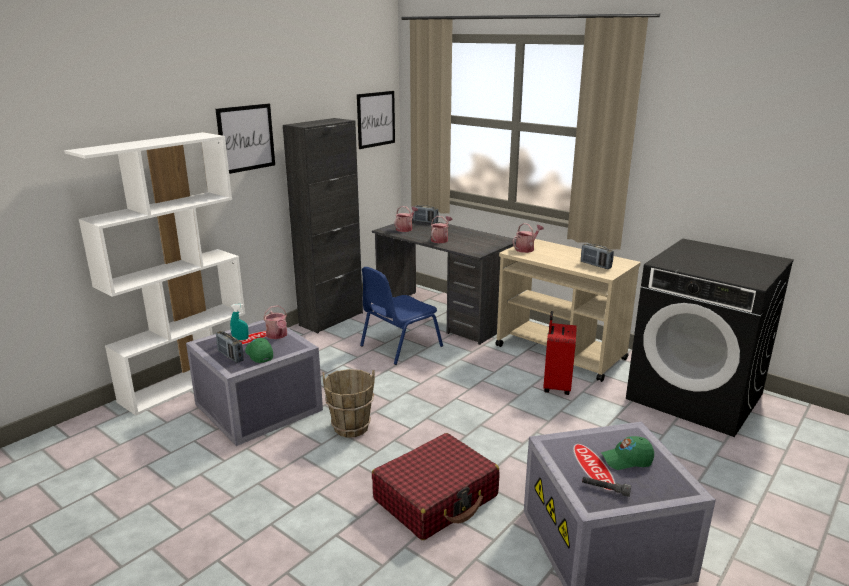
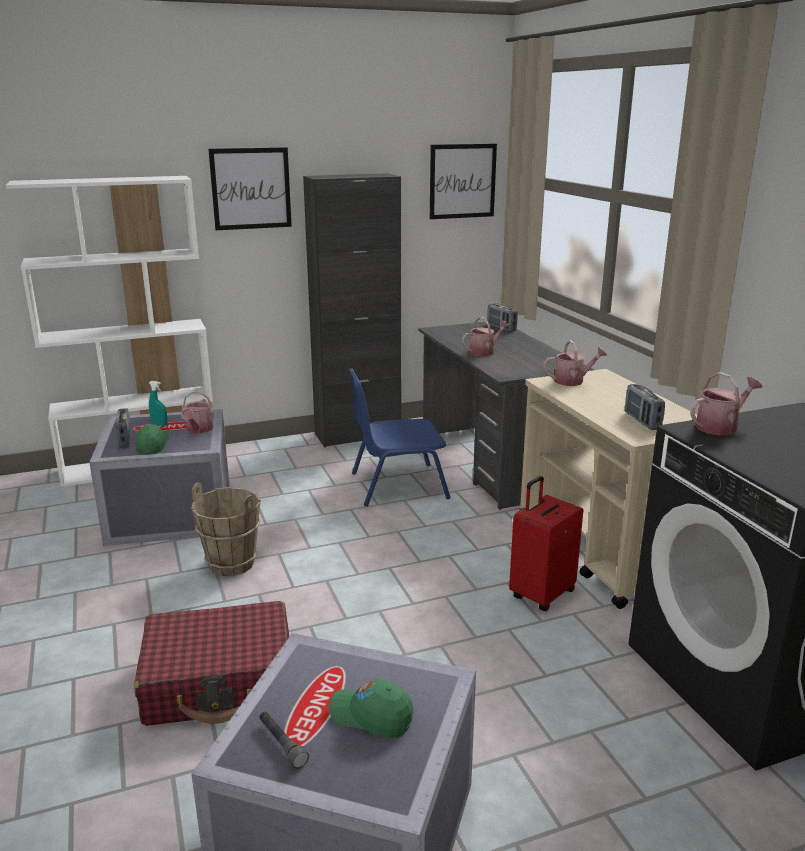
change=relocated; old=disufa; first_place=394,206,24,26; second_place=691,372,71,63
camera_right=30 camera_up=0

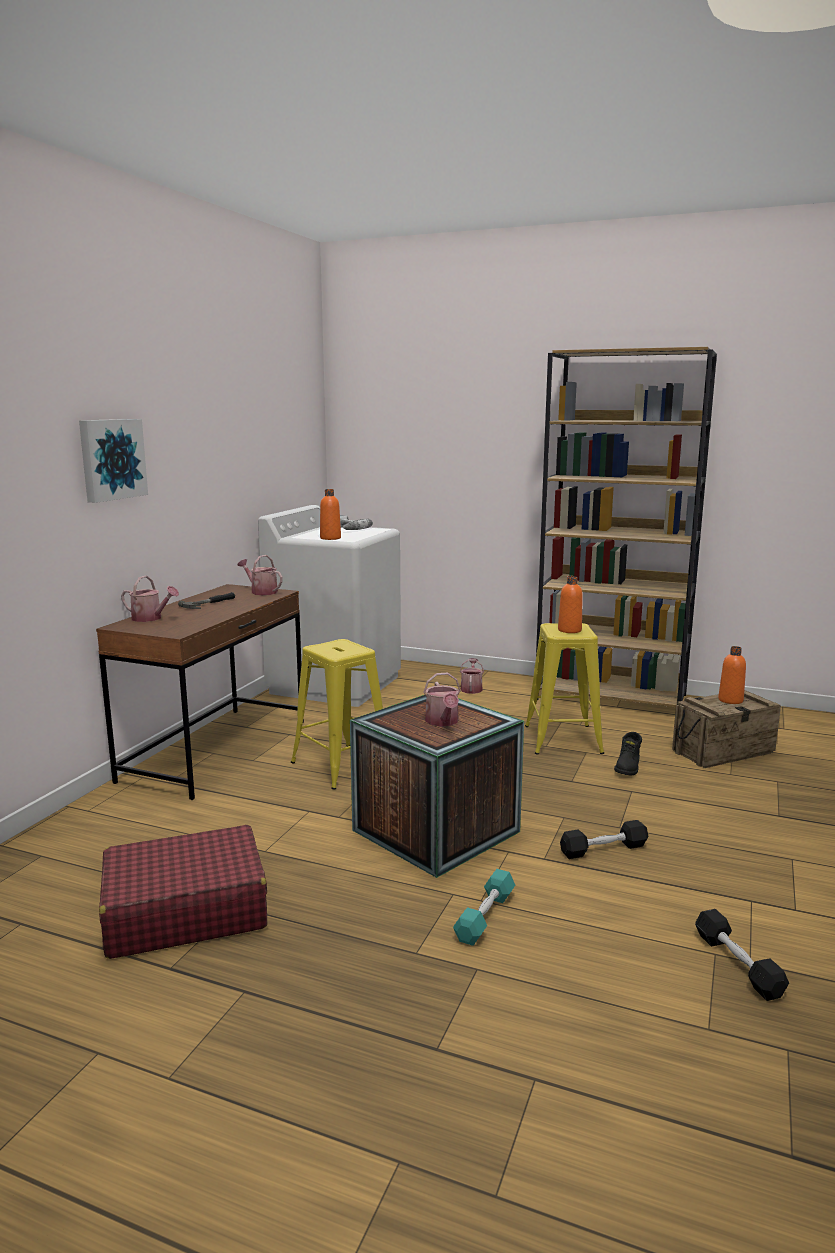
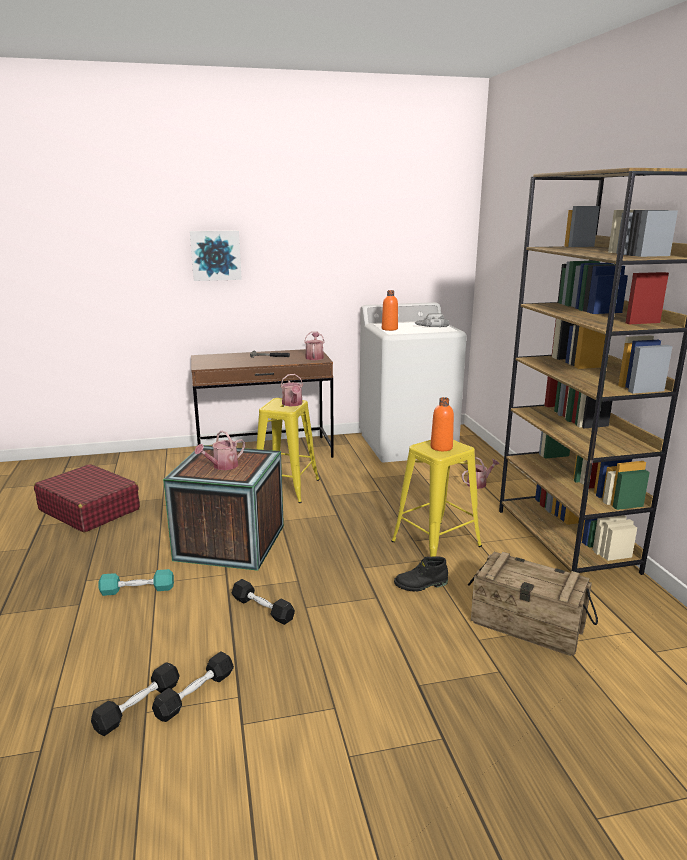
change=relocated; old=disufa; first_place=121,576,58,46; second_place=280,374,23,32
change=missing; old=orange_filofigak; first_place=718,646,28,58
change=appeared; new=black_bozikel; second_place=152,651,82,71
camera_right=55 camera_up=5

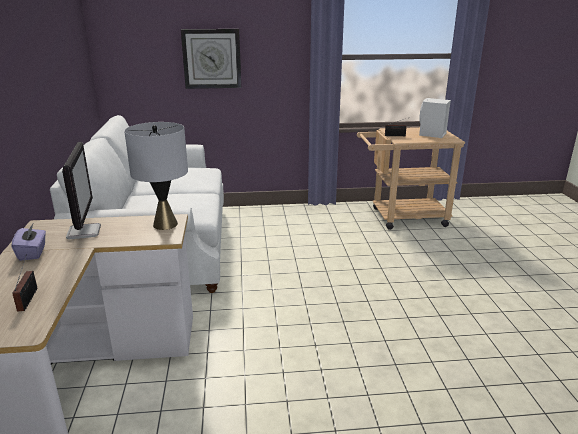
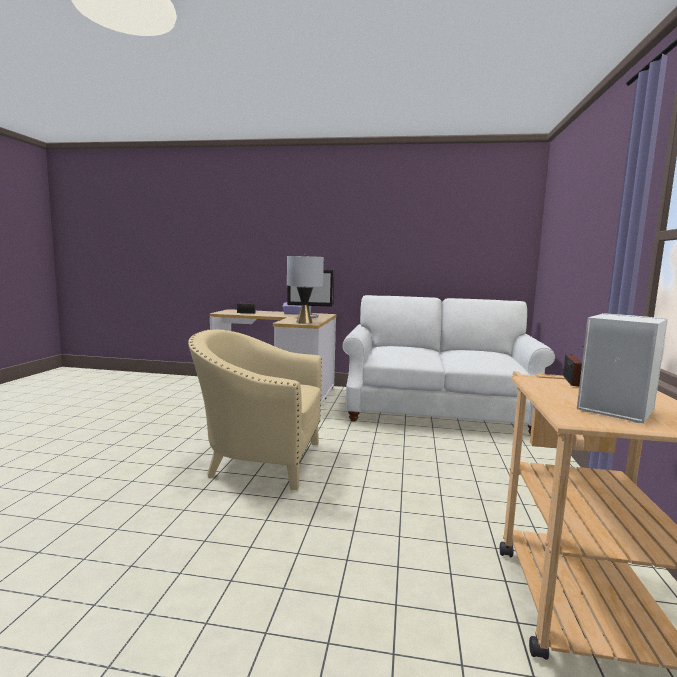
change=missing; old=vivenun; first_place=181,29,60,60
change=appeared; new=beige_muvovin; second_place=188,329,134,161
camera_right=105 camera_up=-15

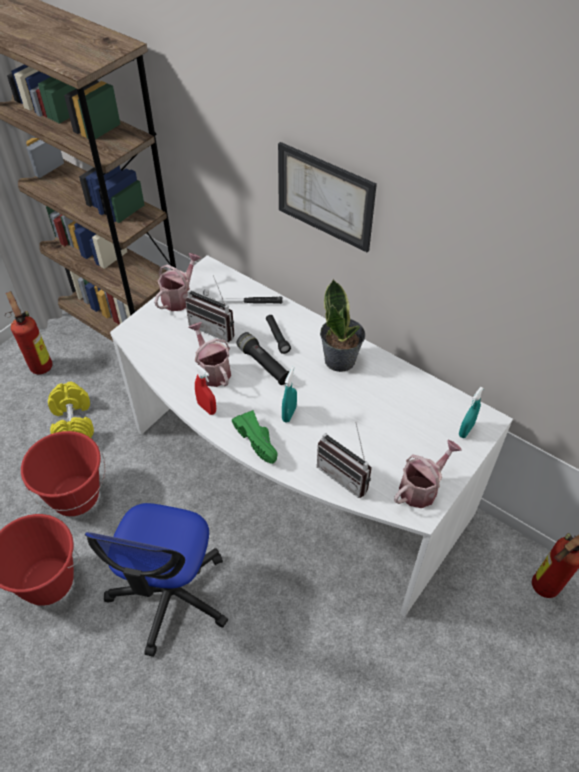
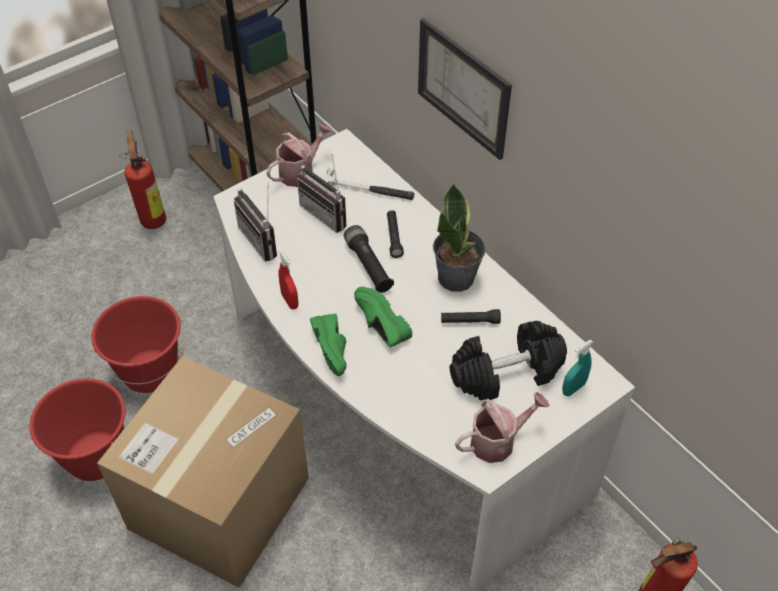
change=missing; old=yellow_bozikel; first_place=48,382,46,56
change=exchanged; old=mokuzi; new=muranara; first_place=85,503,143,154; second_place=97,356,212,232
change=missing; old=disufa; first_place=189,322,42,65
change=exchanged; old=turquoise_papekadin; new=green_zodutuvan; first_place=282,367,15,56; second_place=354,287,58,60
change=relocated; old=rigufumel; first_place=317,422,55,76; second_place=234,182,43,79
change=appeared; new=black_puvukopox; second_place=441,309,60,15
change=appeared; new=black_bozikel; second_place=450,321,117,79
camera_right=15 camera_up=0

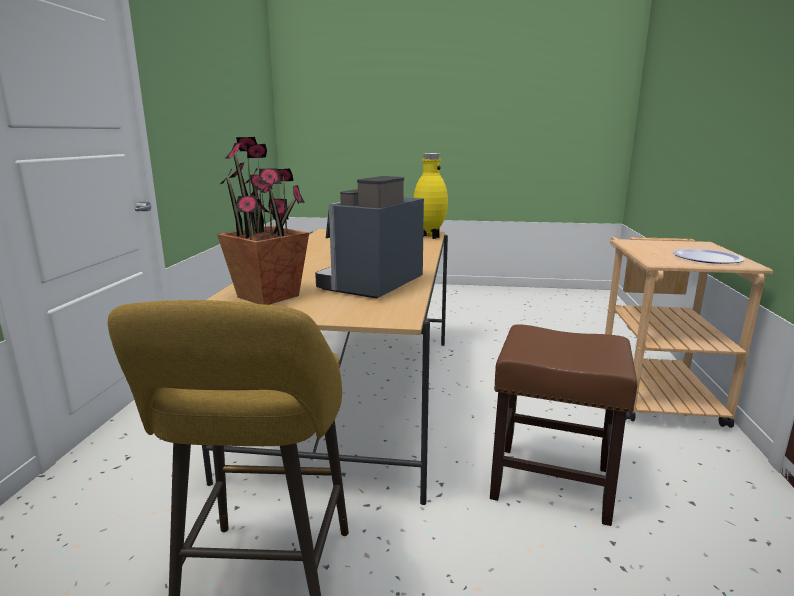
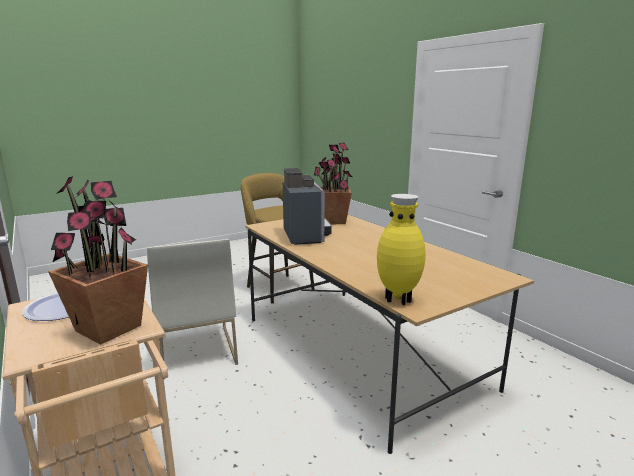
change=exchanged; old=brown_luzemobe; new=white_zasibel; first_place=490,324,147,202; second_place=147,239,91,140
change=appeared; new=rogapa; second_place=48,176,100,168
camera_right=140 camera_up=0

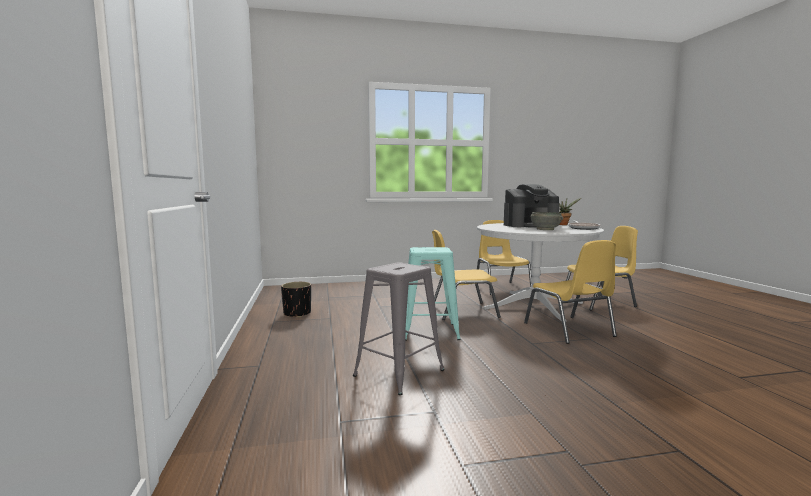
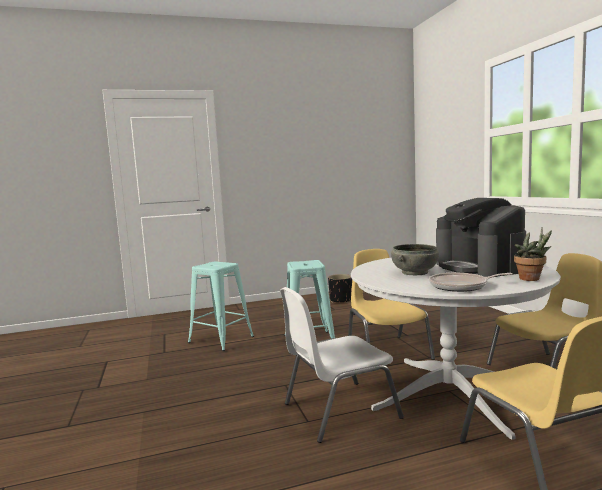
change=colour; old=grey_luzemobe; new=turquoise_luzemobe; first_place=353,263,91,132; second_place=188,262,66,89
change=colour; old=yellow_zasibel; new=white_zasibel; first_place=524,240,93,104; second_place=280,287,124,156
camera_right=85 camera_up=0

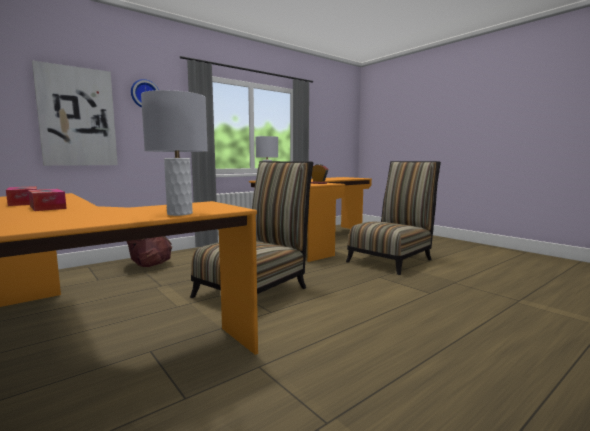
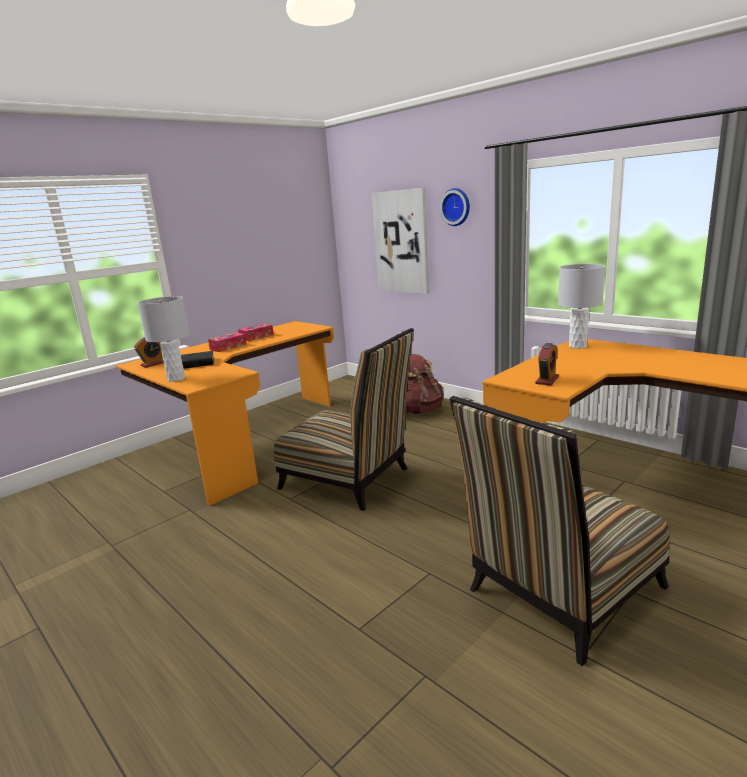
change=spun; old=zasibel; first_place=346,161,95,114; second_place=450,396,220,270; degrees=105
change=appeared; new=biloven; second_place=134,337,30,31
change=appeared; new=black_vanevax; second_place=181,351,33,18
camera_right=85 camera_up=10

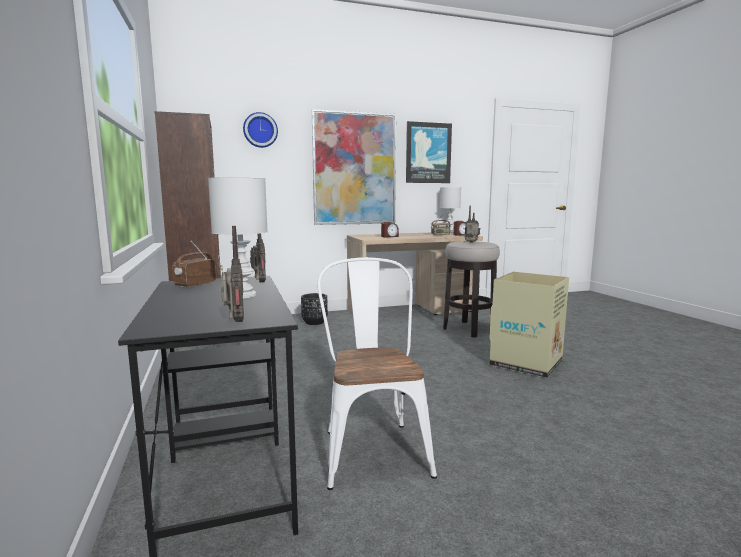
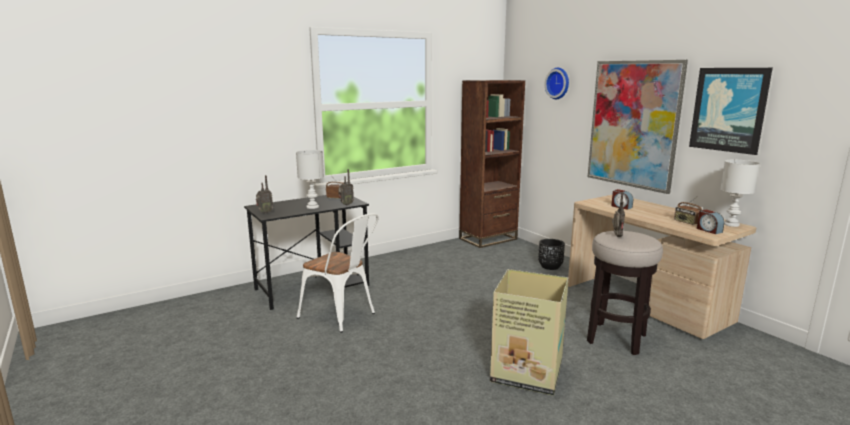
change=spun; old=white_zasibel; first_place=317,257,120,233; second_place=297,213,81,120; degrees=60
camera_right=75 camera_up=5

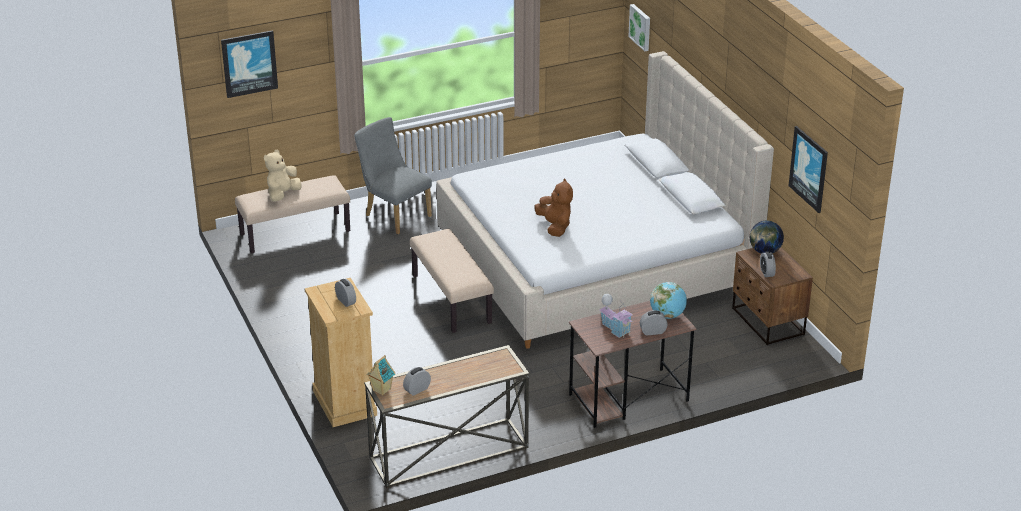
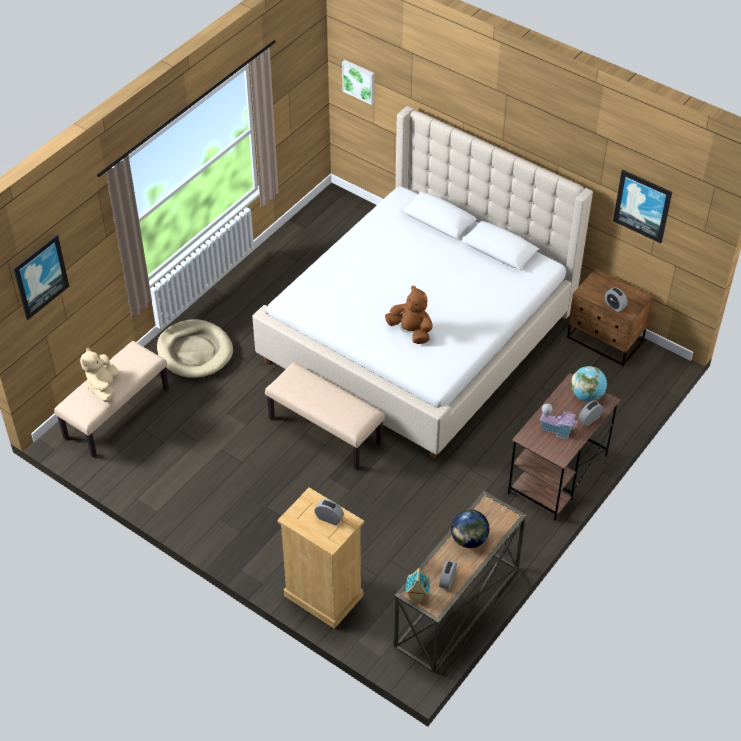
change=exchanged; old=grey_zasibel; new=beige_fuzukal; first_place=354,117,78,117; second_place=157,319,76,60
change=relocated; old=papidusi; first_place=750,220,34,34; second_place=451,509,38,39
camera_right=-30 camera_up=15

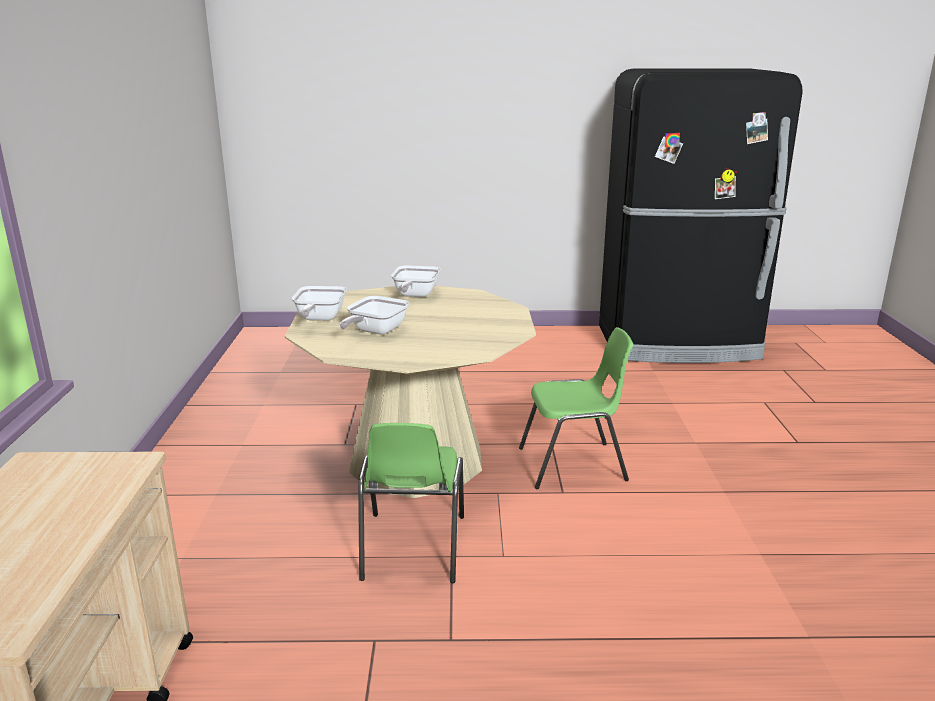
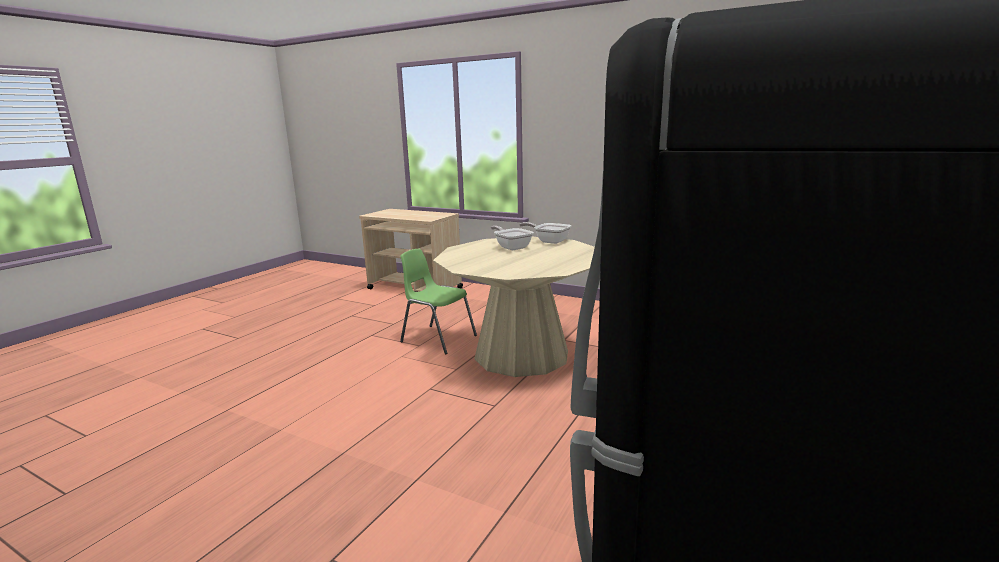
change=missing; old=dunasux; first_place=391,265,49,32
change=missing; old=green_zasibel; first_place=519,327,114,162
camera_right=120 camera_up=-5

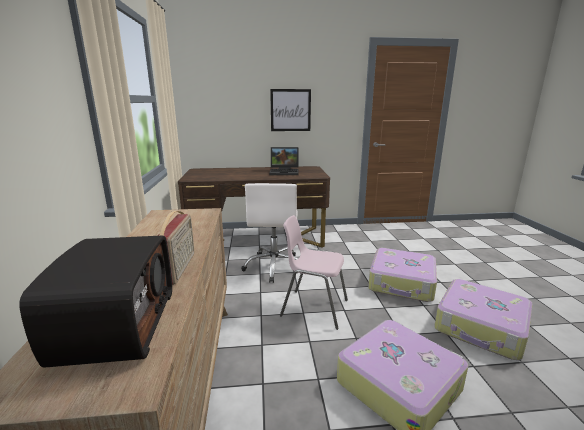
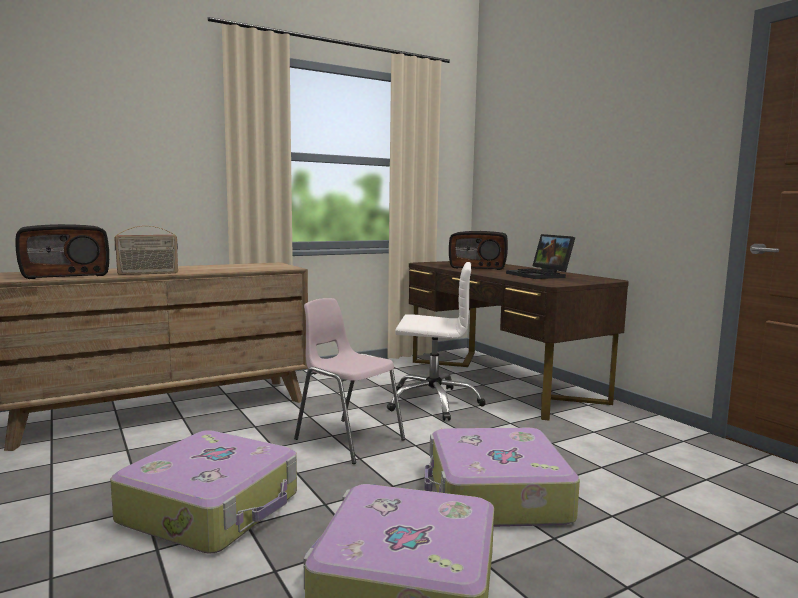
change=spun; old=white_mokuzi; first_place=241,183,57,100; second_place=387,262,99,159; degrees=-150
change=missing; old=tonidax; first_place=270,89,41,42
change=spun; old=pink_zasibel; first_place=280,215,68,115; second_place=294,298,111,166; degrees=-45
change=appeared; new=rigufumel; second_place=449,231,59,39
camera_right=65 camera_up=-10

